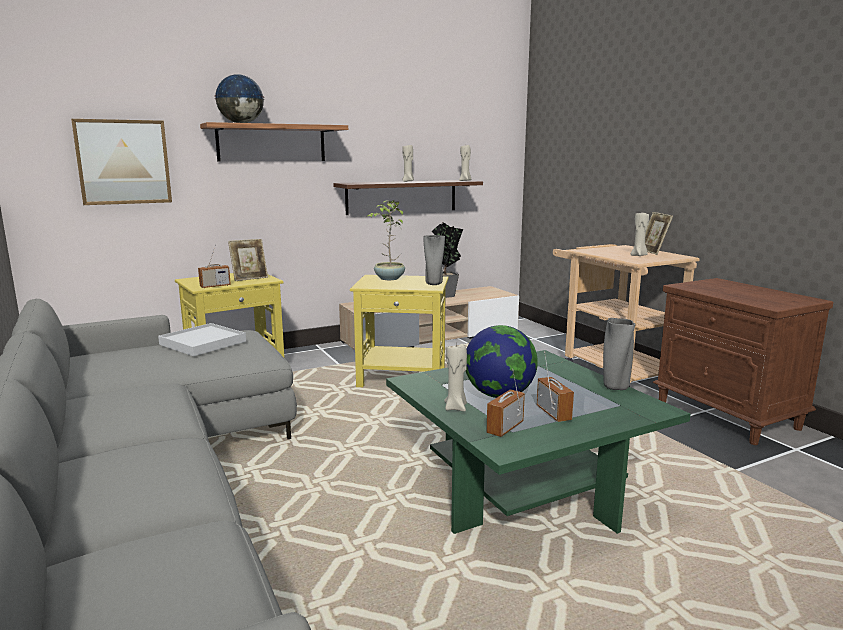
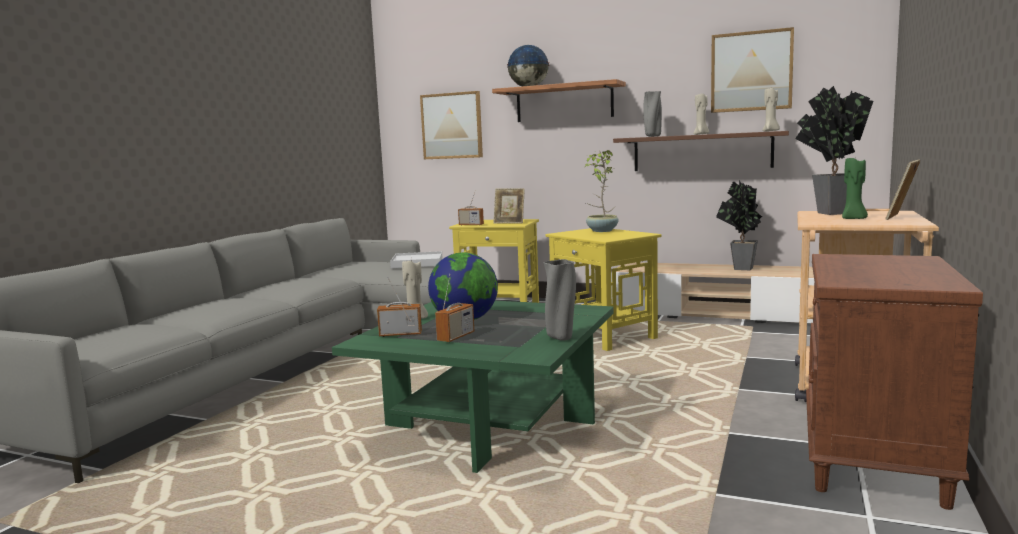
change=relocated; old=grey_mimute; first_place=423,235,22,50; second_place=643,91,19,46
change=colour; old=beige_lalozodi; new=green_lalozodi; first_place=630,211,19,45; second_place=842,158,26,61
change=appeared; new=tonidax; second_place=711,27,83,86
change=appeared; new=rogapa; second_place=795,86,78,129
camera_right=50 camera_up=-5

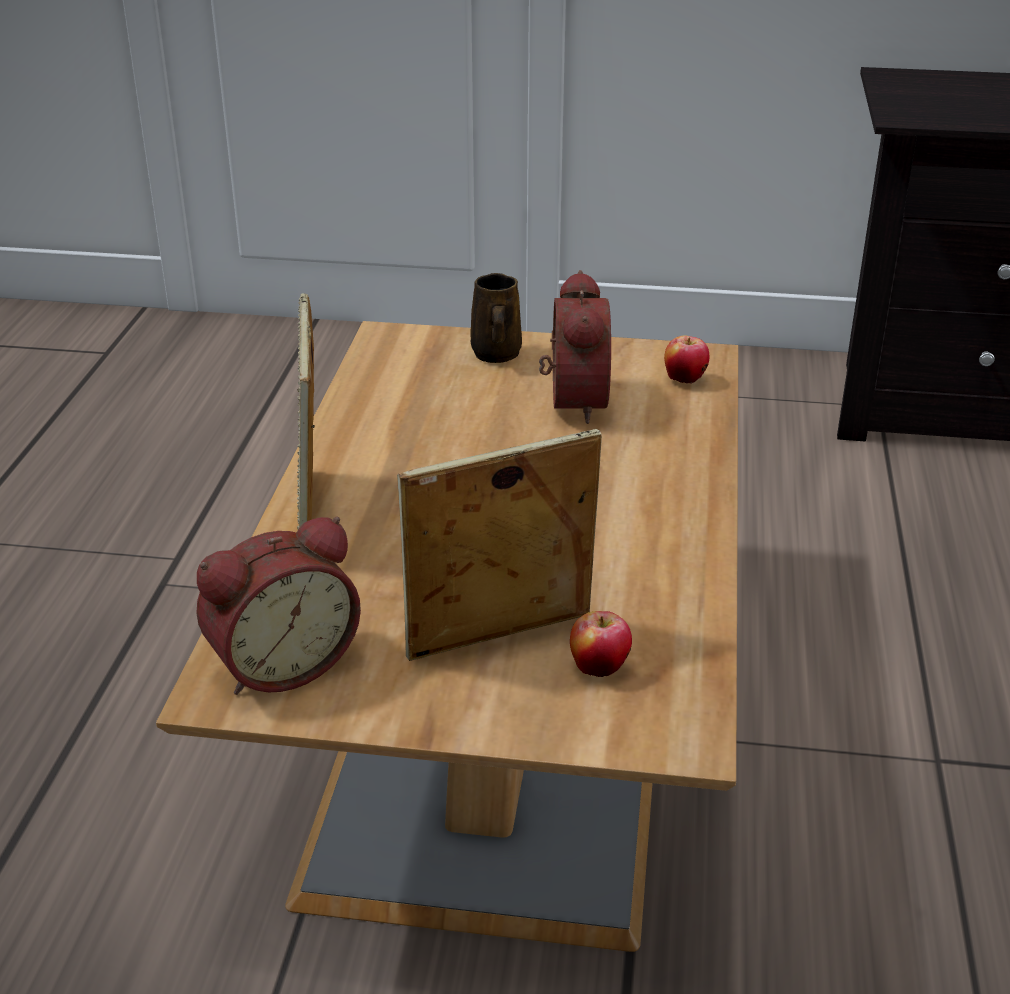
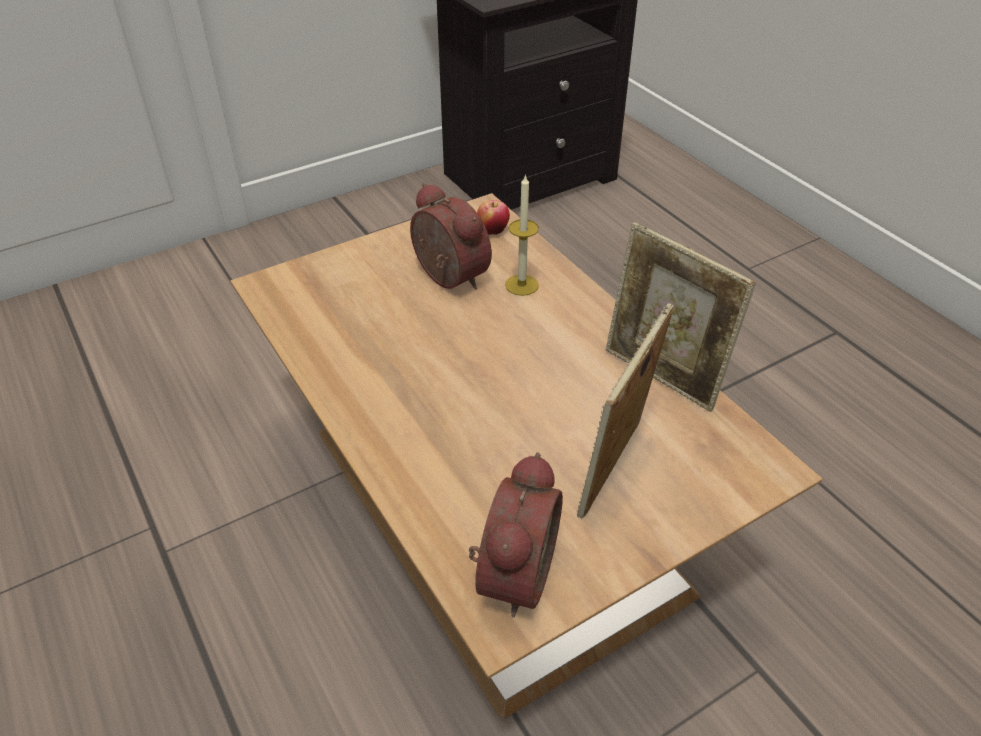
change=relocated; old=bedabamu; first_place=297,293,18,236; second_place=606,222,150,190
change=missing; old=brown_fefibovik; first_place=470,273,52,90
change=missing; old=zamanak; first_place=570,611,62,66
change=appeared; new=lalozodi; second_place=505,174,34,122
camera_right=-40 camera_up=10

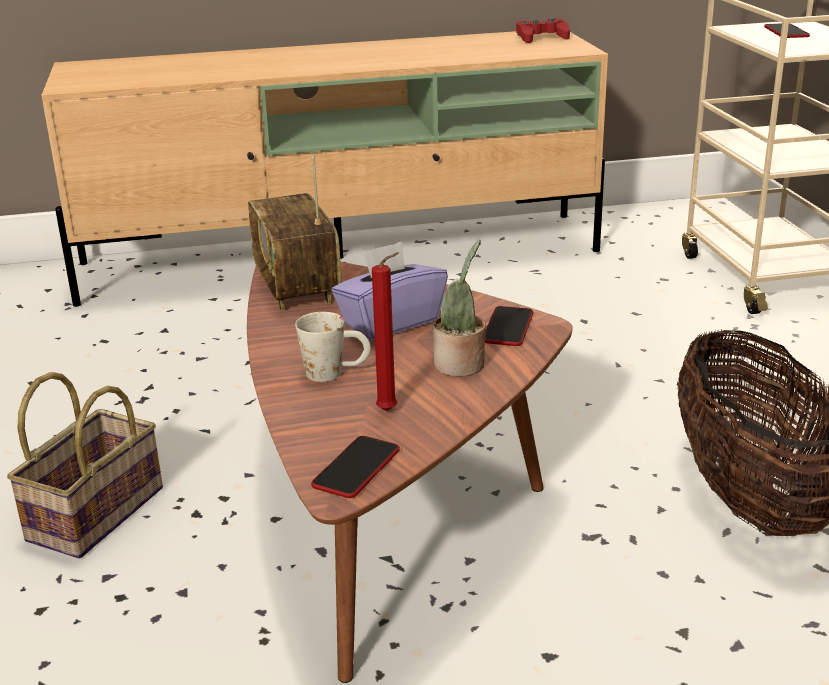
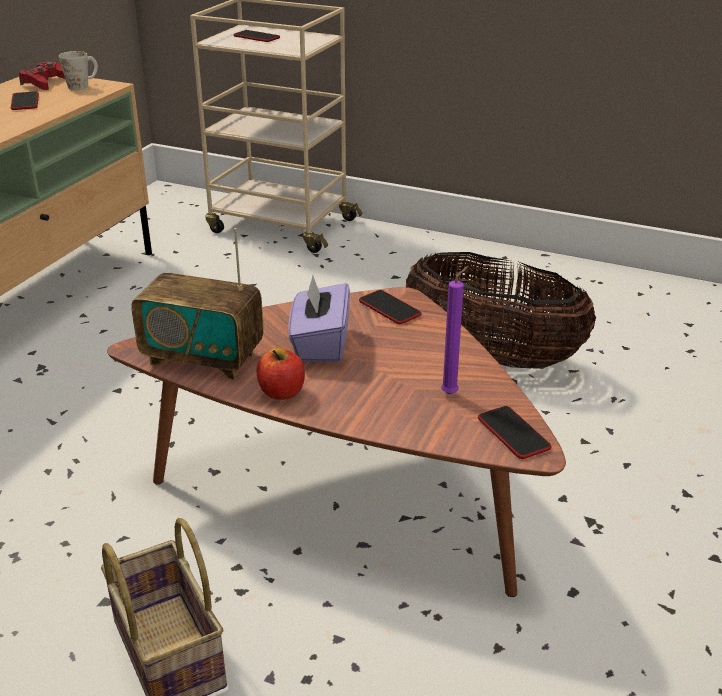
change=relocated; old=white_fefibovik; first_place=295,312,76,70; second_place=59,51,39,39
change=colour; old=red_lalozodi; new=purple_lalozodi; first_place=372,252,27,159; second_place=441,266,28,128
change=missing; old=rogapa; first_place=433,240,53,137
change=appeared; new=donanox; second_place=11,91,28,19
change=appeared; new=zamanak; second_place=257,348,48,52
camera_right=-55 camera_up=5

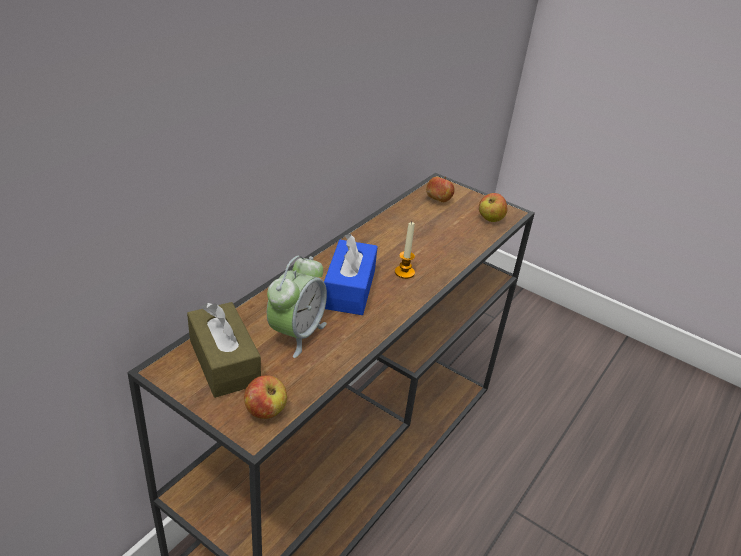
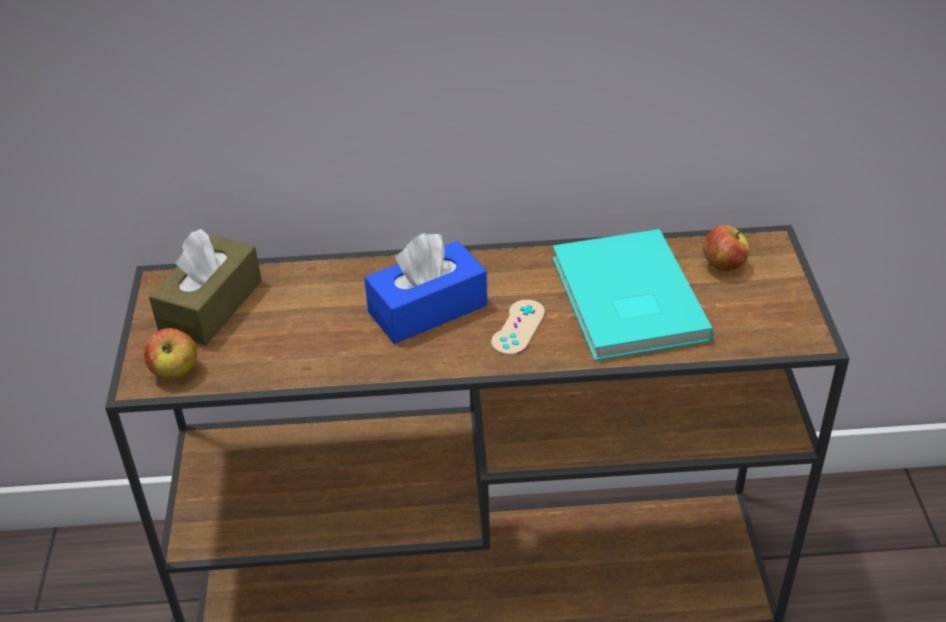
change=missing; old=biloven; first_place=267,256,60,102
change=exchanged; old=lalozodi; new=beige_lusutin; first_place=395,222,20,57; second_place=491,300,54,55
change=missing; old=zamanak; first_place=479,193,28,29
change=appeared; new=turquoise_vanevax; second_place=552,229,162,132
camera_right=55 camera_up=5

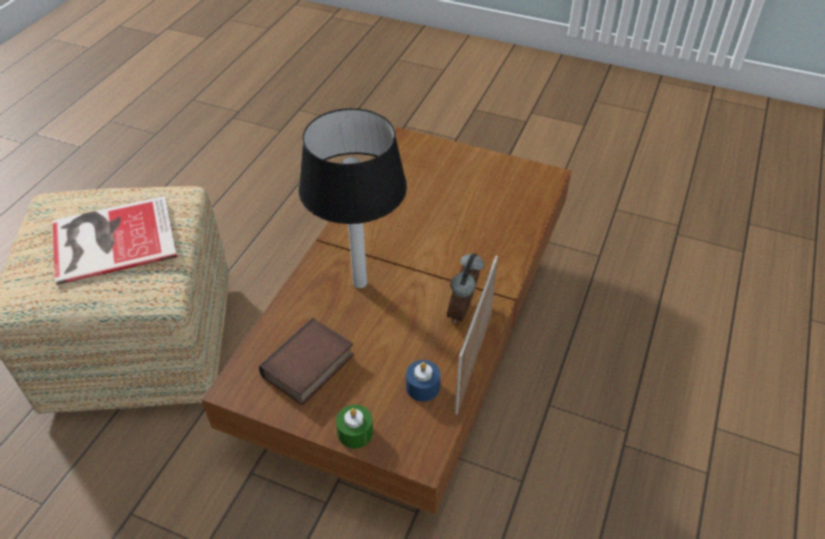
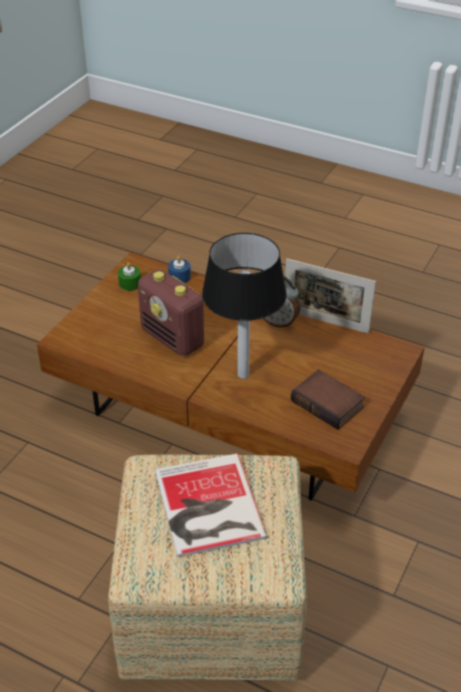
change=relocated; old=green_lalozodi; first_place=336,405,37,44; second_place=118,262,23,29
change=relocated; old=blue_lalozodi; first_place=406,360,34,41; second_place=168,256,23,27
change=appeared; new=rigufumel; second_place=138,269,66,87
camera_right=-85 camera_up=-5

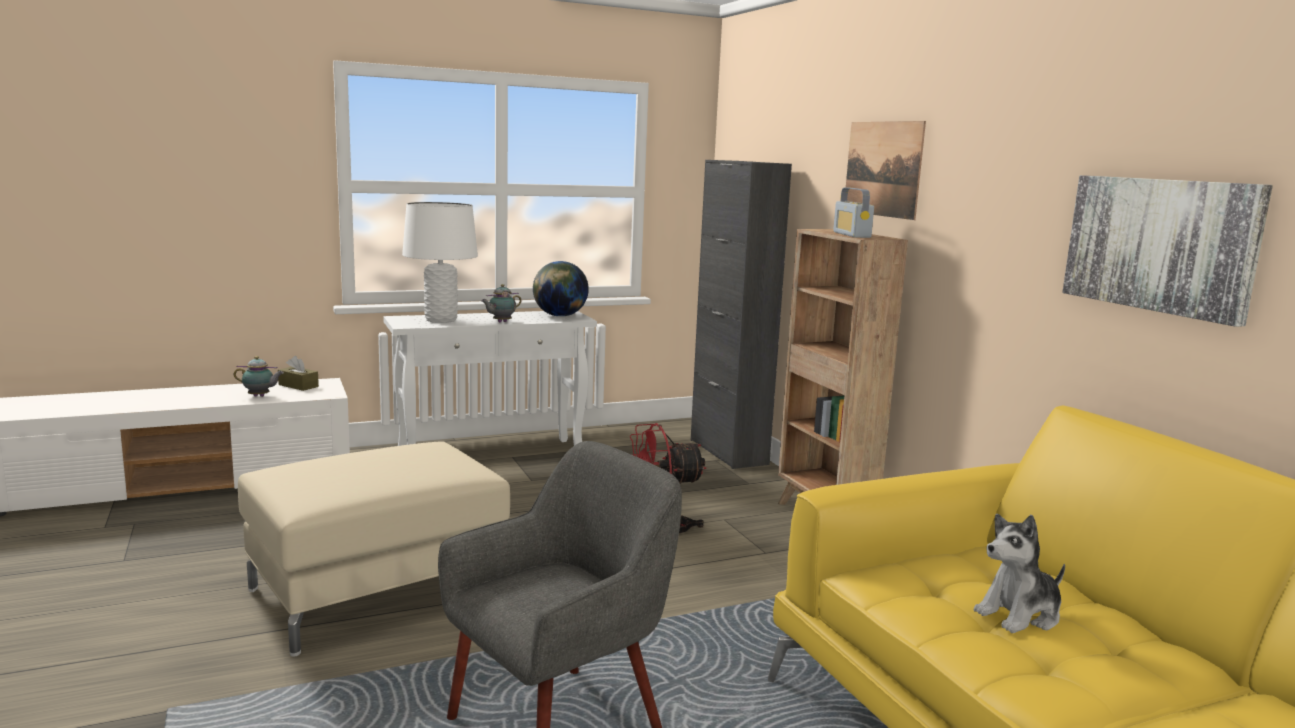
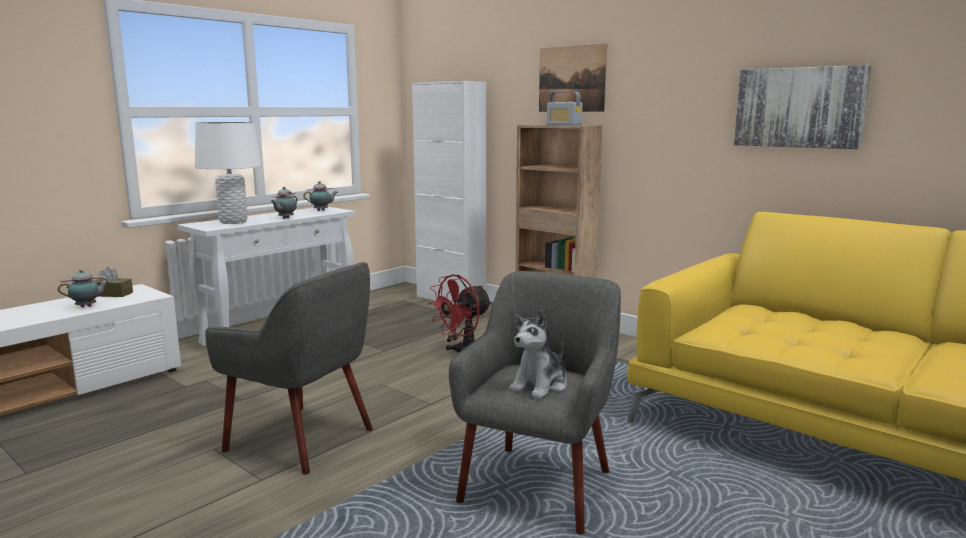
change=exchanged; old=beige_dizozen; new=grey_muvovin; first_place=238,441,272,216; second_place=205,262,168,213
change=exchanged; old=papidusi; new=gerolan; first_place=533,261,56,56; second_place=303,181,34,30
change=colour; old=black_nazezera; new=white_nazezera; first_place=691,160,101,309; second_place=412,81,74,224
change=relocated; old=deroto; first_place=973,514,92,119; second_place=509,310,58,89
camera_right=-25 camera_up=0

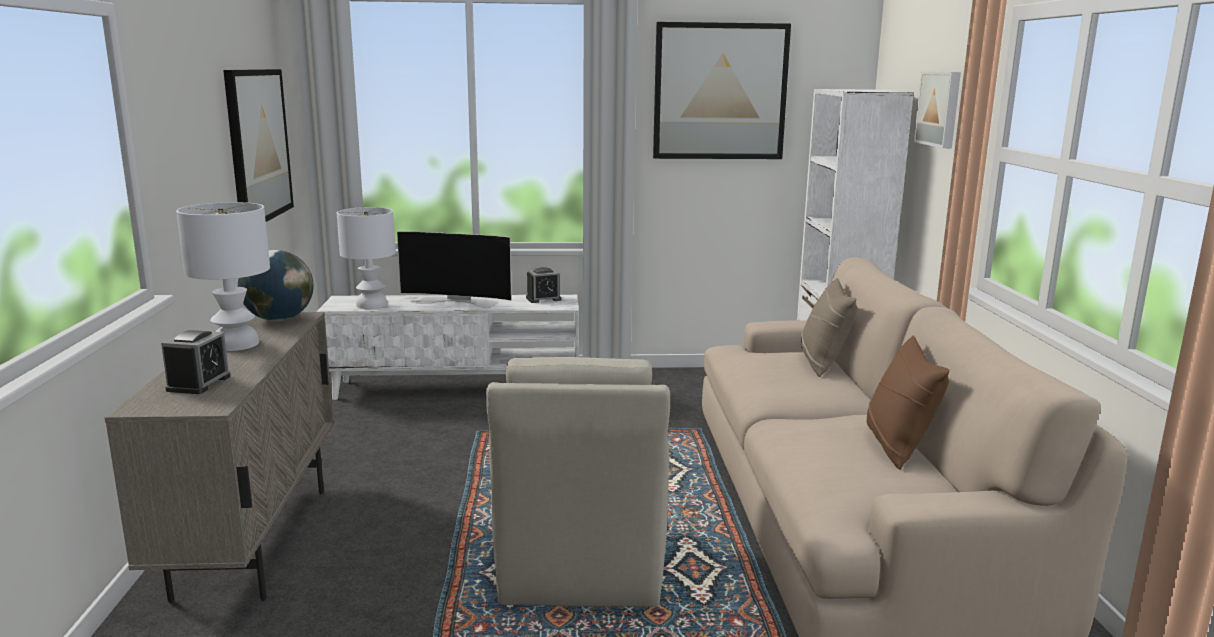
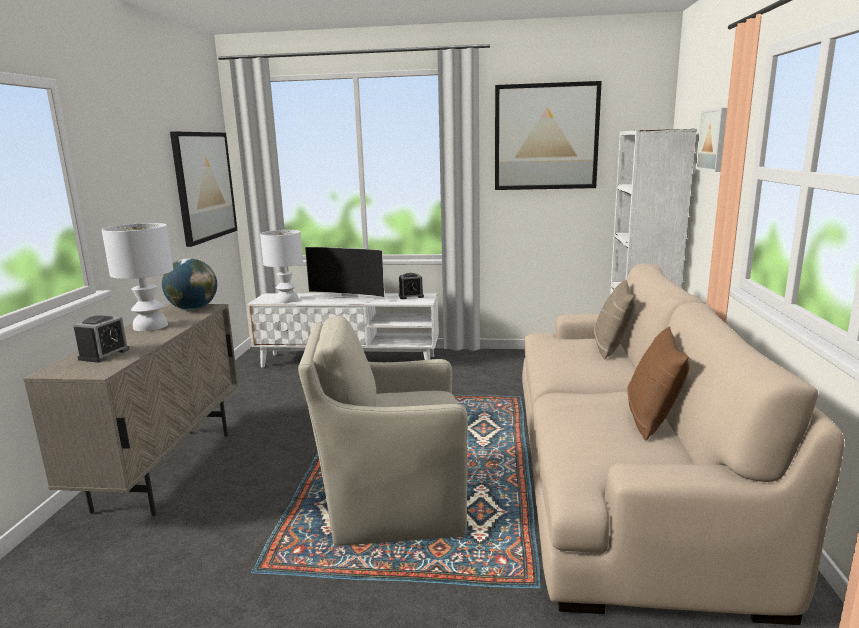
change=spun; old=beige_muvovin; first_place=486,357,184,250; second_place=298,316,170,230; degrees=75
camera_right=10 camera_up=0

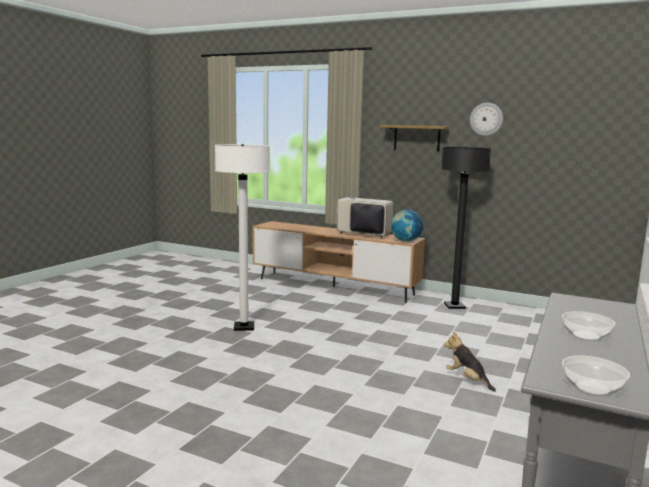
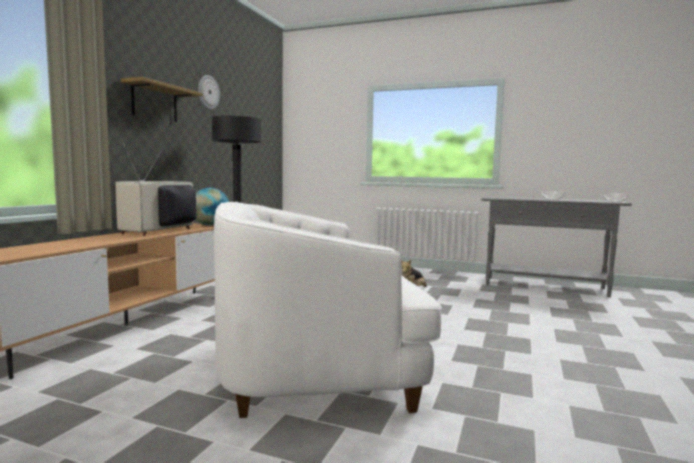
change=exchanged; old=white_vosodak; new=white_muvovin; first_place=215,144,55,187; second_place=214,202,228,216
camera_right=-95 camera_up=-5

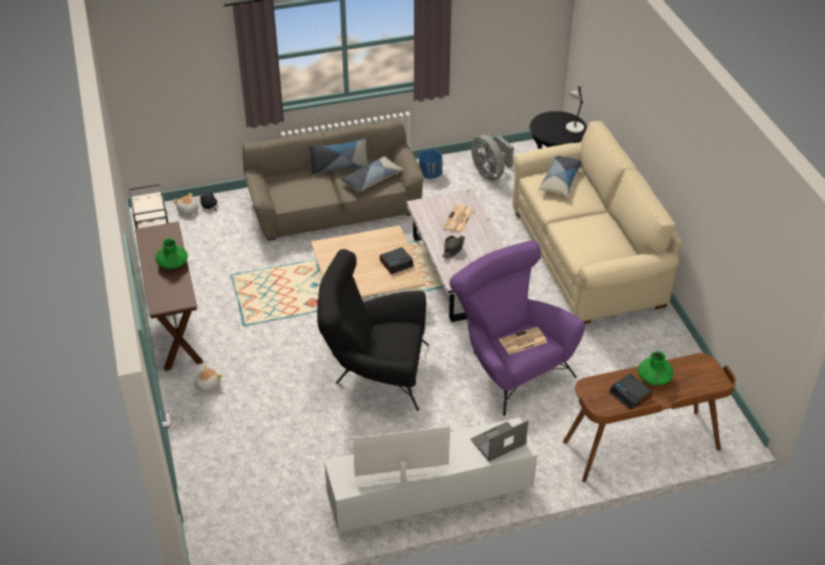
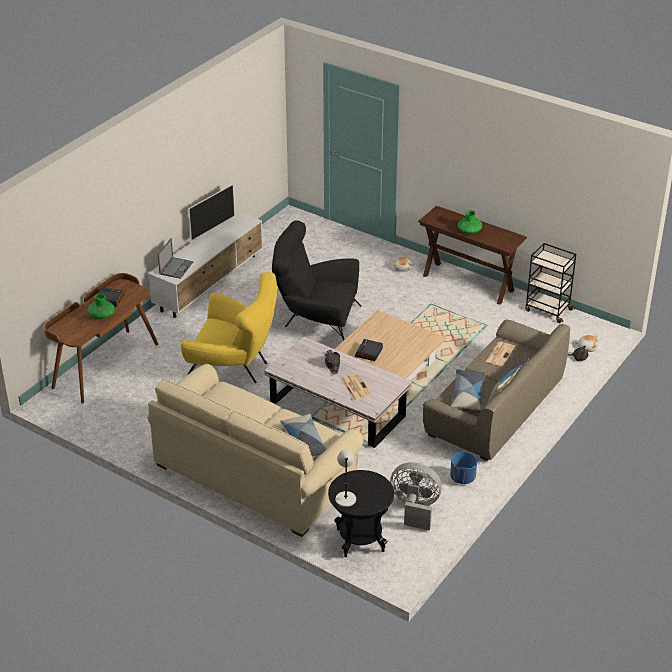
change=spun; old=black_muvovin; first_place=317,249,112,162; second_place=272,220,89,121; degrees=-135
change=colour; old=purple_muvovin; new=yellow_muvovin; first_place=450,240,135,176; second_place=181,272,96,111
change=relocated; old=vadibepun; first_place=499,327,48,28; second_place=485,342,30,24
camera_right=140 camera_up=-5

